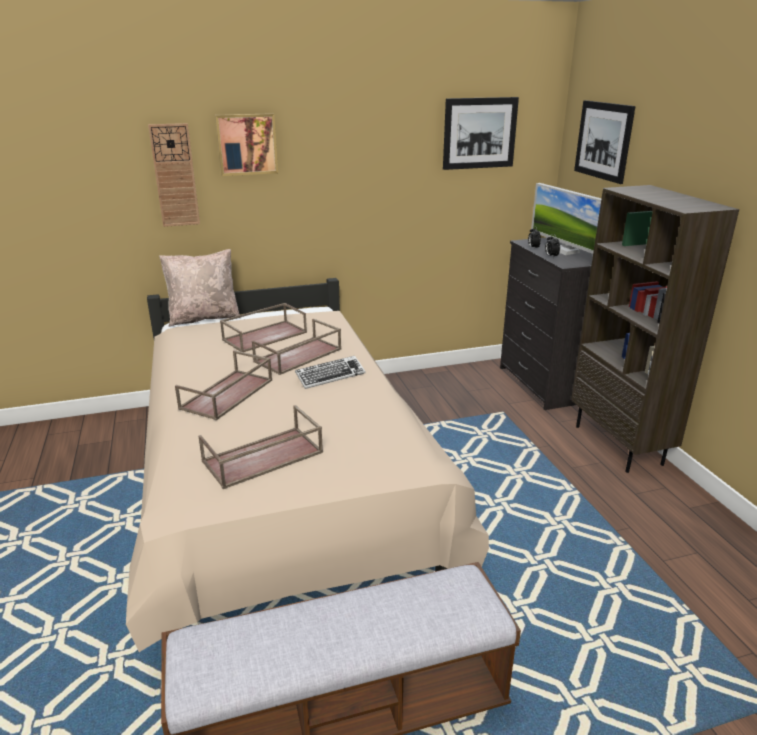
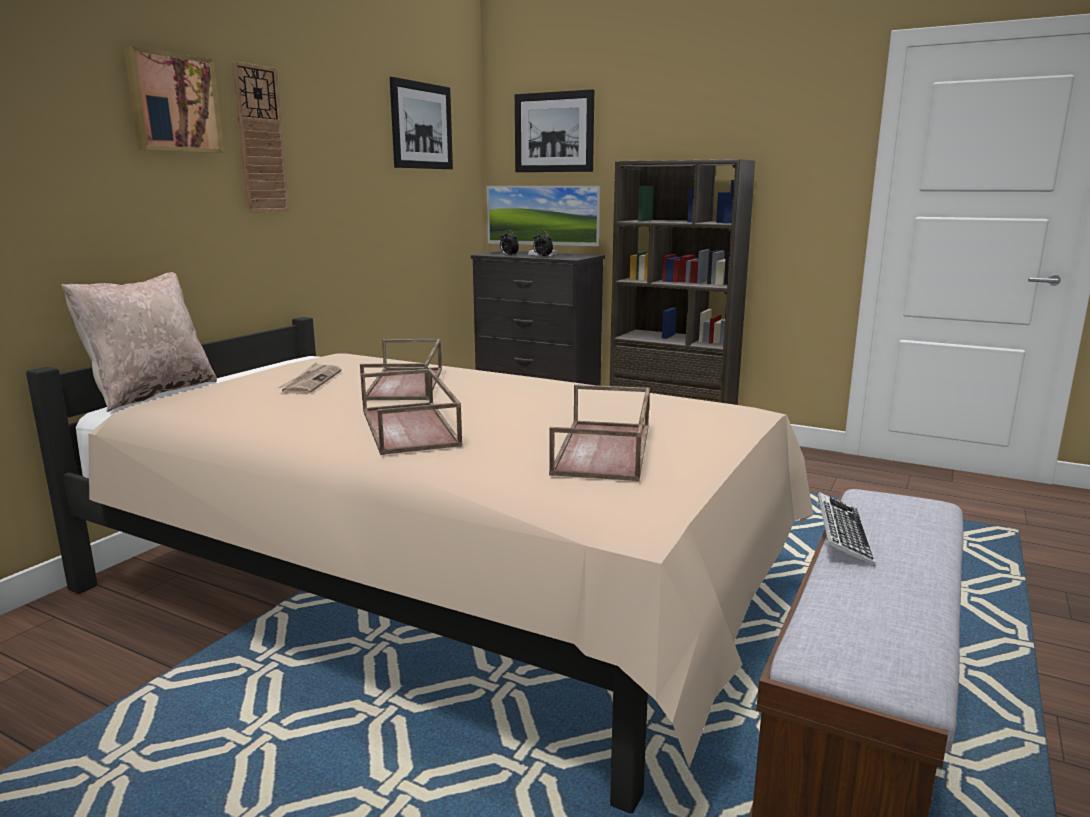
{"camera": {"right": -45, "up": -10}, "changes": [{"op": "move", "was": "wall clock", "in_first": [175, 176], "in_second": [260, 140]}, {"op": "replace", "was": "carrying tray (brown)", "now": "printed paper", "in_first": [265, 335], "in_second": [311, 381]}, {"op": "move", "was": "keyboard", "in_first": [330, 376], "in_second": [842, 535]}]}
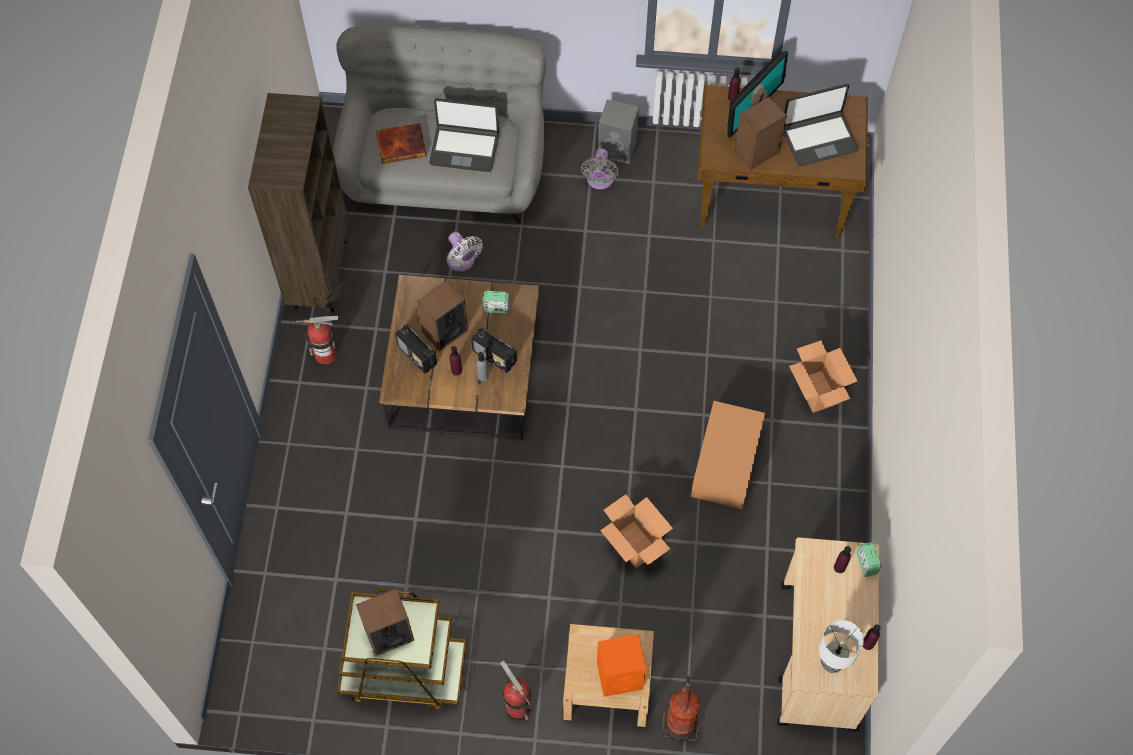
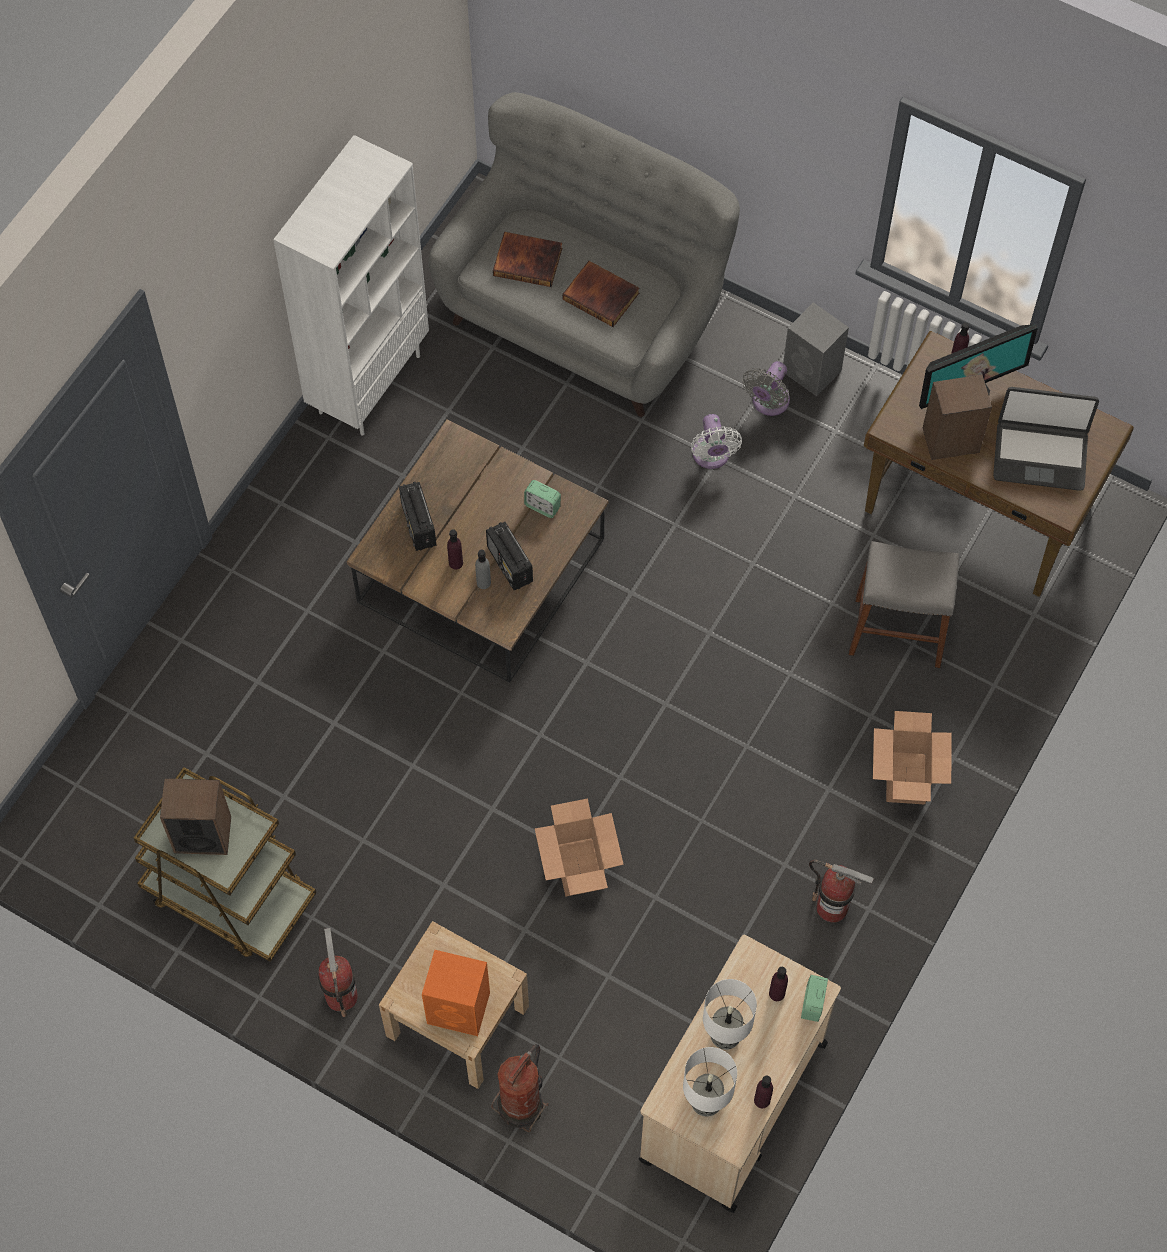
{"camera": {"right": 25, "up": 0}, "changes": [{"op": "recolor", "was": "bookshelf (brown)", "now": "bookshelf (whitish)", "in_first": [319, 274], "in_second": [368, 382]}, {"op": "move", "was": "fire-fighting cylinder", "in_first": [325, 354], "in_second": [832, 907]}, {"op": "delete", "was": "loudspeaker", "in_first": [444, 331]}, {"op": "replace", "was": "laptop", "now": "book", "in_first": [464, 148], "in_second": [602, 295]}, {"op": "move", "was": "fan (whitish)", "in_first": [462, 262], "in_second": [711, 456]}, {"op": "delete", "was": "packing box", "in_first": [726, 463]}, {"op": "insert", "now": "tabletop lamp", "in_second": [726, 1035]}, {"op": "insert", "now": "stool (greyish)", "in_second": [897, 632]}]}
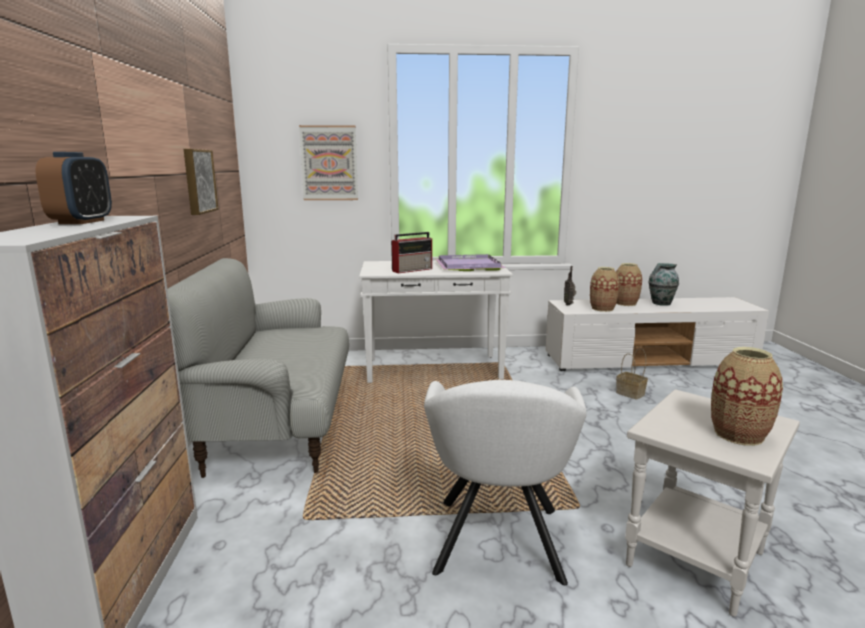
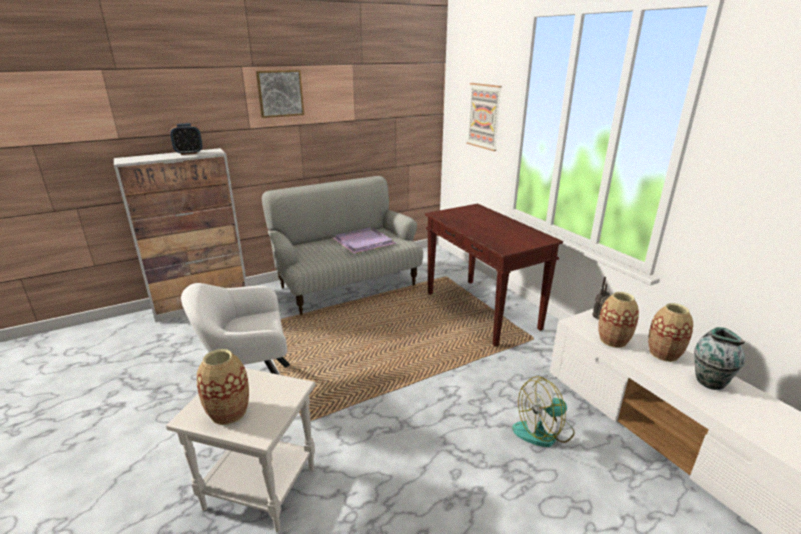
{"camera": {"right": 65, "up": 10}, "changes": [{"op": "move", "was": "picture", "in_first": [198, 181], "in_second": [280, 93]}, {"op": "recolor", "was": "narrow table (whitish)", "now": "narrow table (brown)", "in_first": [434, 369], "in_second": [482, 311]}, {"op": "delete", "was": "radio", "in_first": [413, 270]}, {"op": "move", "was": "carrying tray (purple-coloured)", "in_first": [467, 266], "in_second": [364, 242]}, {"op": "replace", "was": "household basket", "now": "fan", "in_first": [631, 394], "in_second": [543, 431]}]}
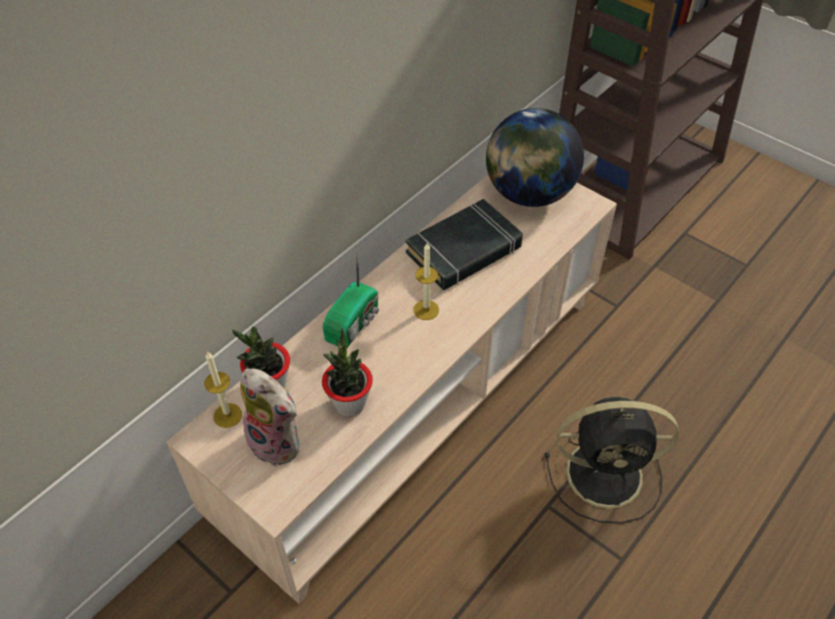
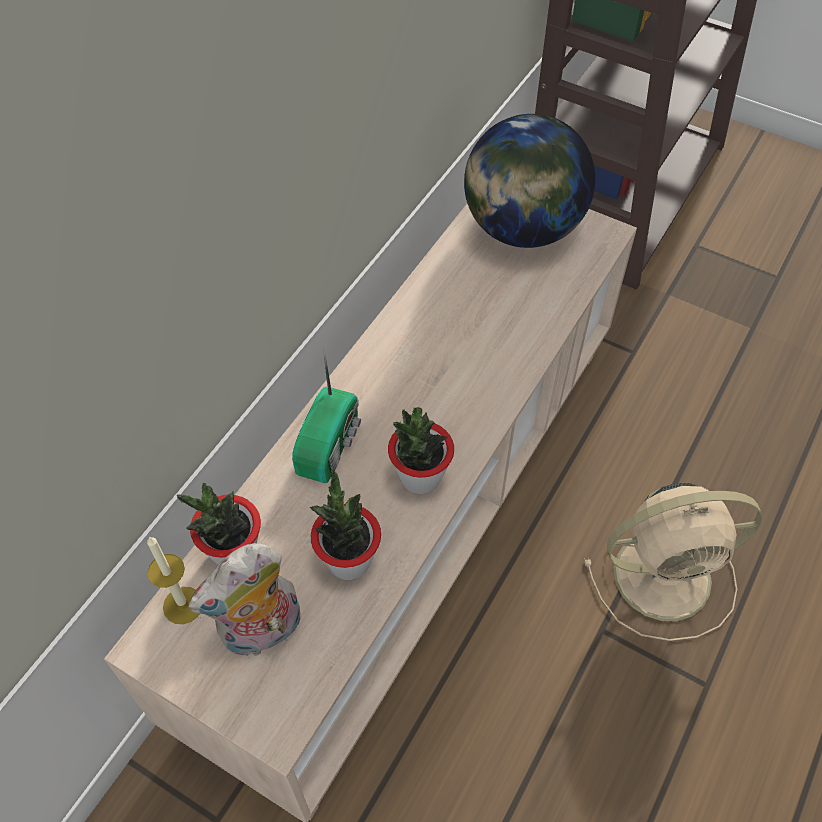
{"camera": {"right": -10, "up": 5}, "changes": [{"op": "rotate", "was": "plush toy", "in_first": [278, 441], "in_second": [262, 632], "clockwise": 120}, {"op": "delete", "was": "book (black-coloured)", "in_first": [464, 250]}, {"op": "delete", "was": "candle", "in_first": [426, 310]}, {"op": "recolor", "was": "fan (black-coloured)", "now": "fan (beige-coloured)", "in_first": [607, 474], "in_second": [666, 575]}, {"op": "insert", "now": "houseplant", "in_second": [420, 477]}]}
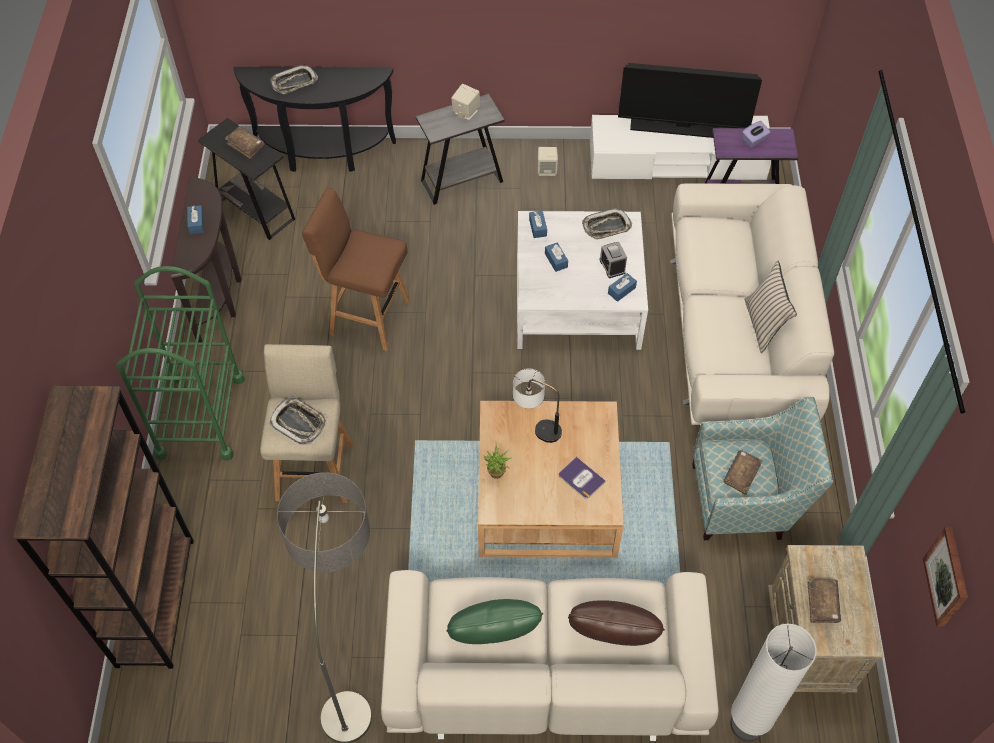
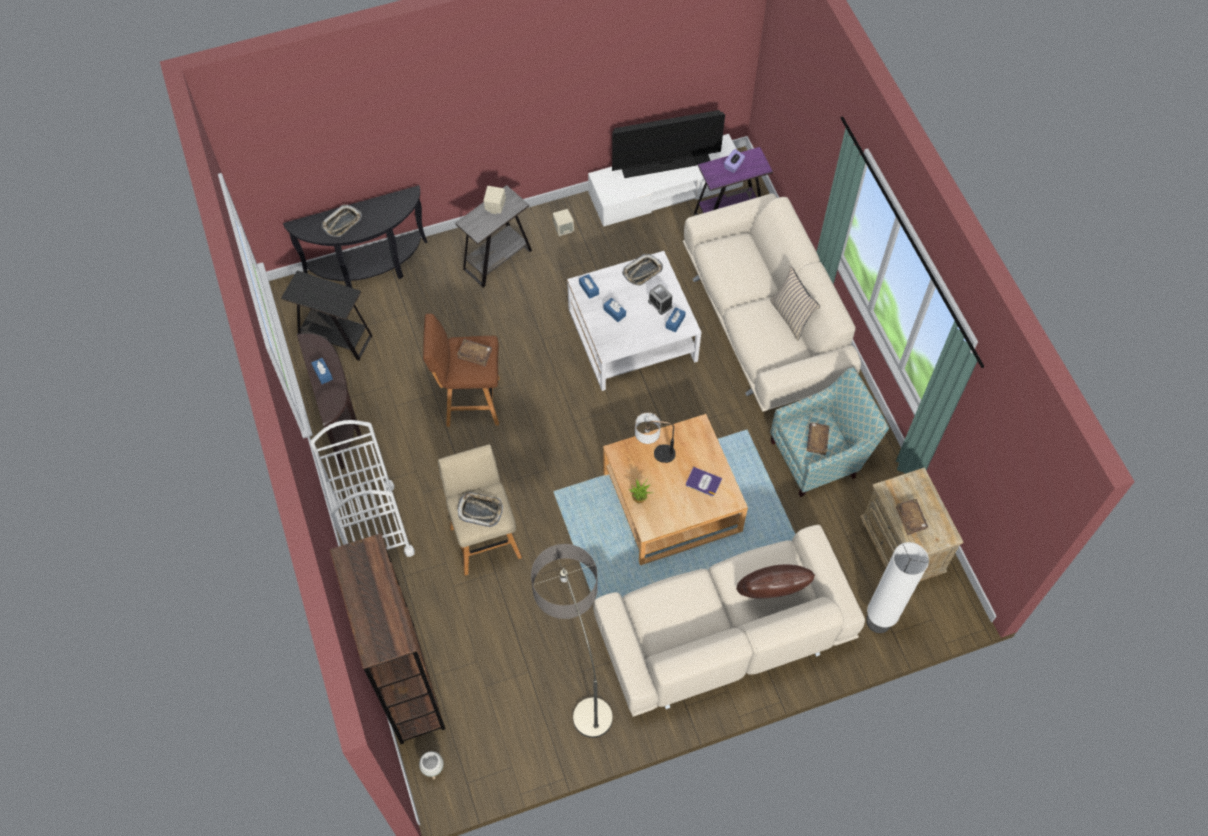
{"camera": {"right": -20, "up": 5}, "changes": [{"op": "recolor", "was": "wheeled cart (green-coloured)", "now": "wheeled cart (whitish)", "in_first": [200, 416], "in_second": [372, 528]}, {"op": "move", "was": "book (brown)", "in_first": [245, 145], "in_second": [475, 354]}, {"op": "delete", "was": "pillow (green-coloured)", "in_first": [493, 638]}, {"op": "delete", "was": "picture", "in_first": [948, 577]}, {"op": "insert", "now": "planter (whitish)", "in_second": [433, 770]}]}
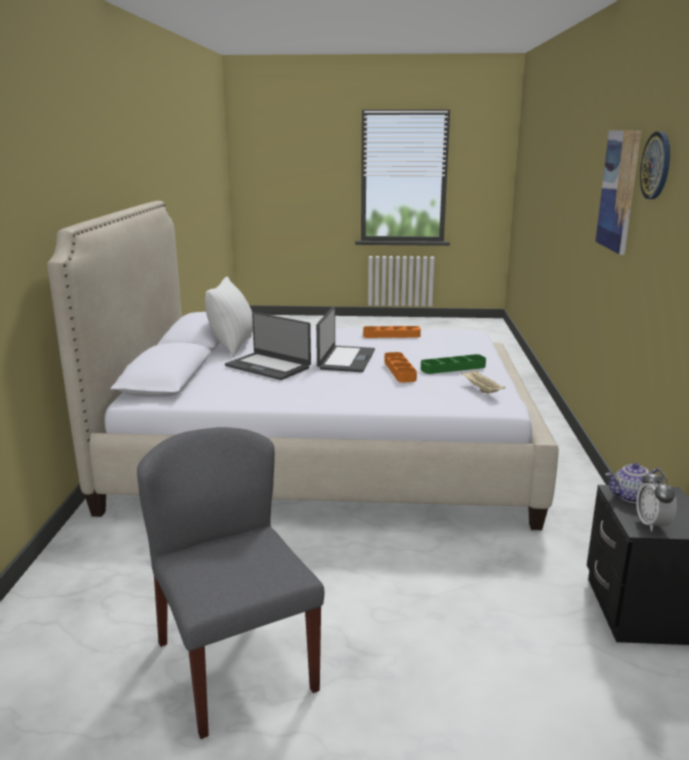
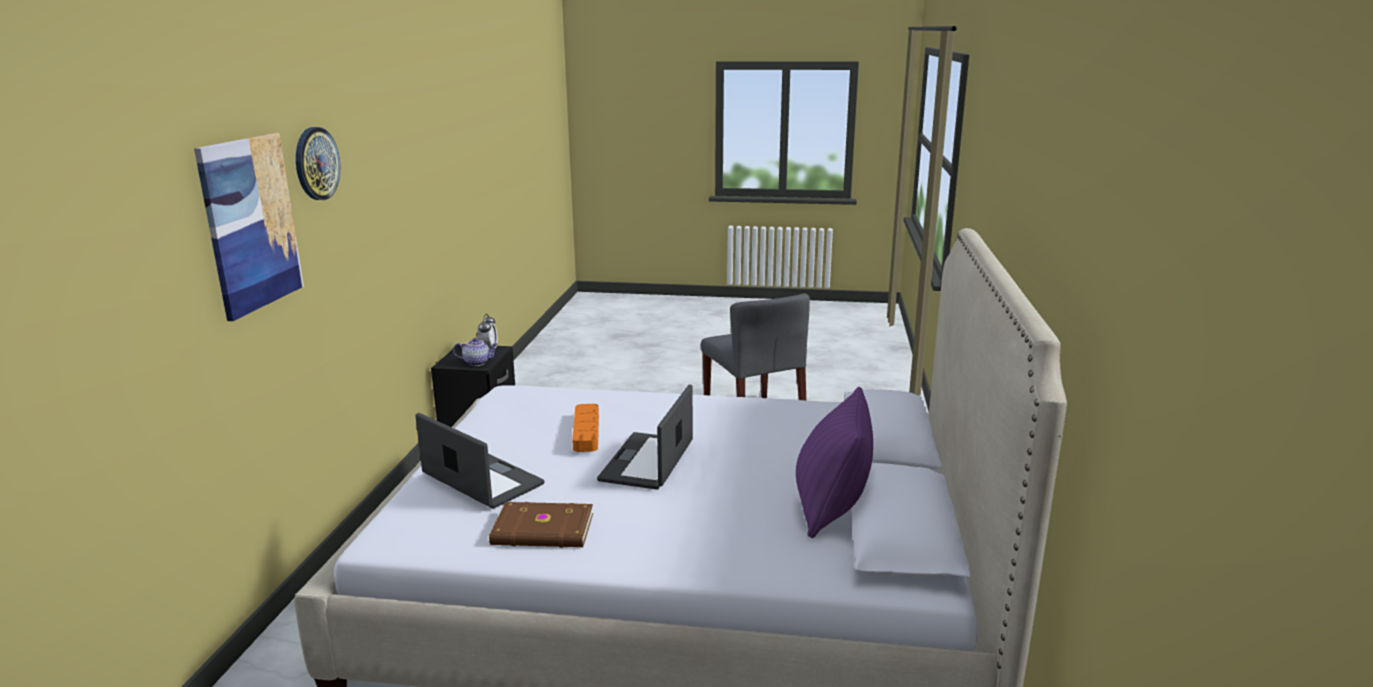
{"camera": {"right": -175, "up": 0}, "changes": [{"op": "recolor", "was": "pillow (whitish)", "now": "pillow (purple-coloured)", "in_first": [233, 346], "in_second": [831, 508]}, {"op": "move", "was": "laptop", "in_first": [268, 366], "in_second": [481, 480]}, {"op": "replace", "was": "carrying tray (orange)", "now": "book (brown)", "in_first": [391, 335], "in_second": [543, 531]}, {"op": "delete", "was": "carrying tray (green-coloured)", "in_first": [453, 368]}, {"op": "delete", "was": "carrying tray (beige-coloured)", "in_first": [481, 389]}]}
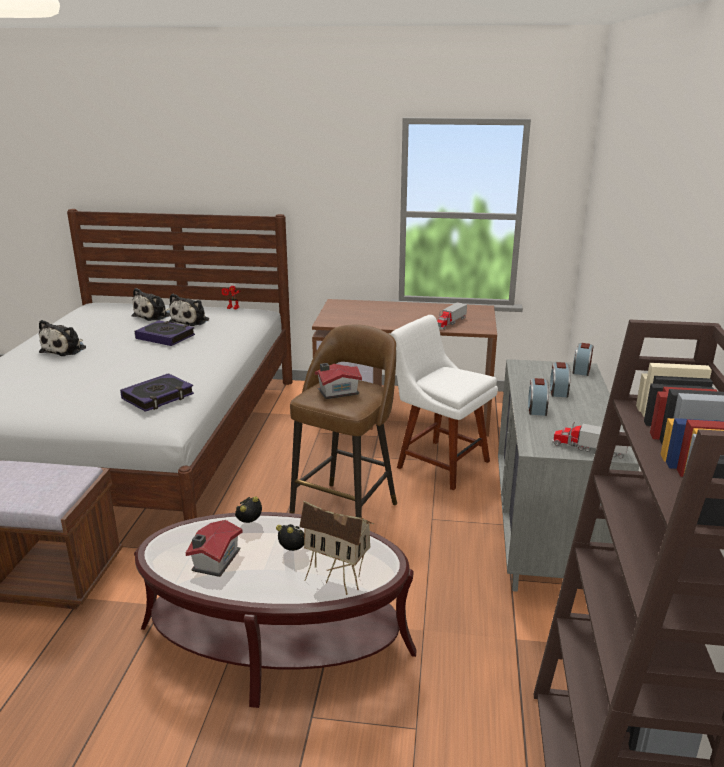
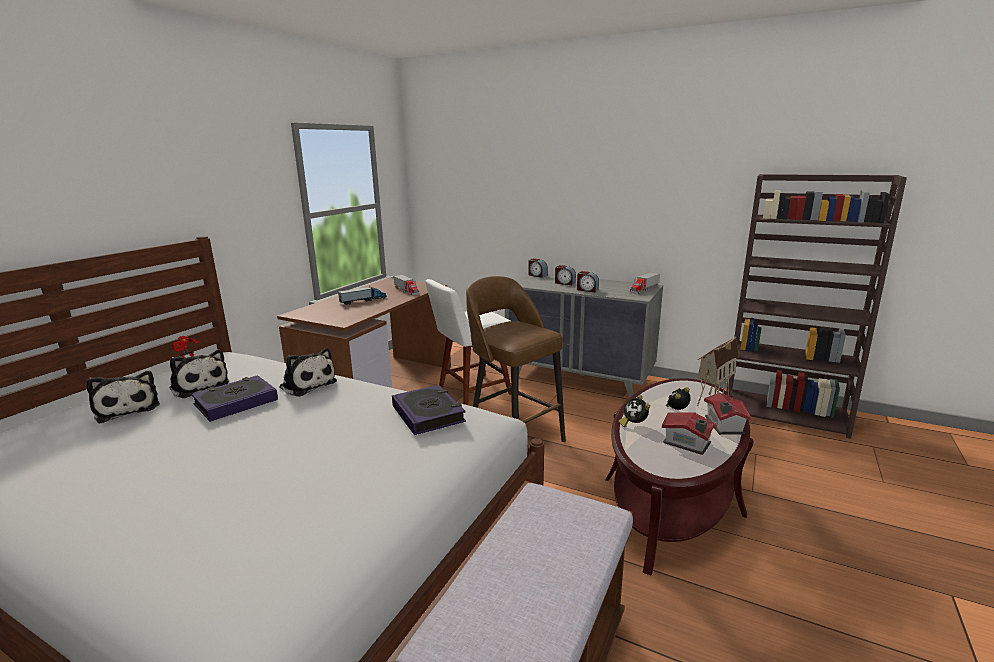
{"camera": {"right": -70, "up": -5}, "changes": [{"op": "move", "was": "plush toy", "in_first": [65, 349], "in_second": [307, 384]}, {"op": "move", "was": "model house", "in_first": [336, 391], "in_second": [723, 425]}, {"op": "insert", "now": "toy lorry", "in_second": [363, 300]}]}
